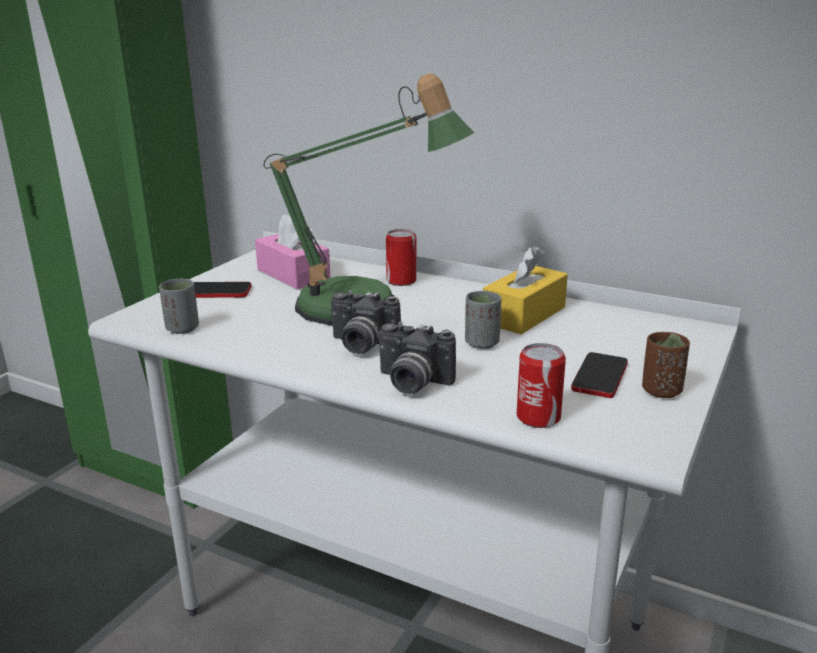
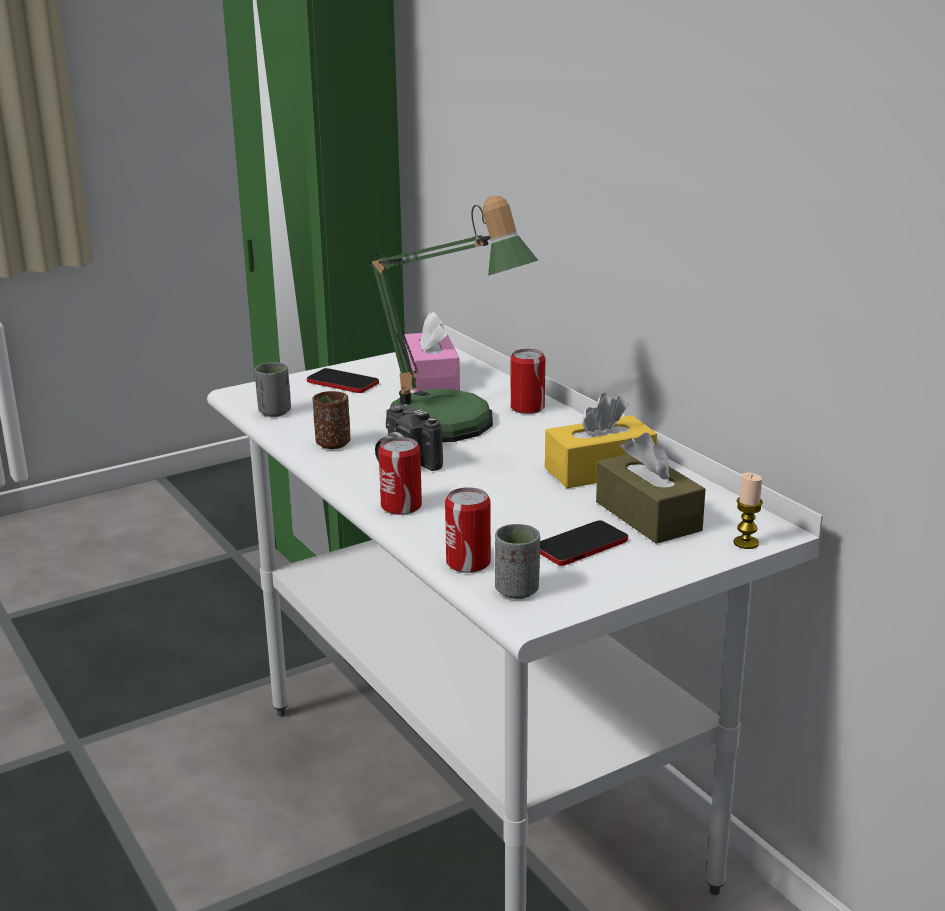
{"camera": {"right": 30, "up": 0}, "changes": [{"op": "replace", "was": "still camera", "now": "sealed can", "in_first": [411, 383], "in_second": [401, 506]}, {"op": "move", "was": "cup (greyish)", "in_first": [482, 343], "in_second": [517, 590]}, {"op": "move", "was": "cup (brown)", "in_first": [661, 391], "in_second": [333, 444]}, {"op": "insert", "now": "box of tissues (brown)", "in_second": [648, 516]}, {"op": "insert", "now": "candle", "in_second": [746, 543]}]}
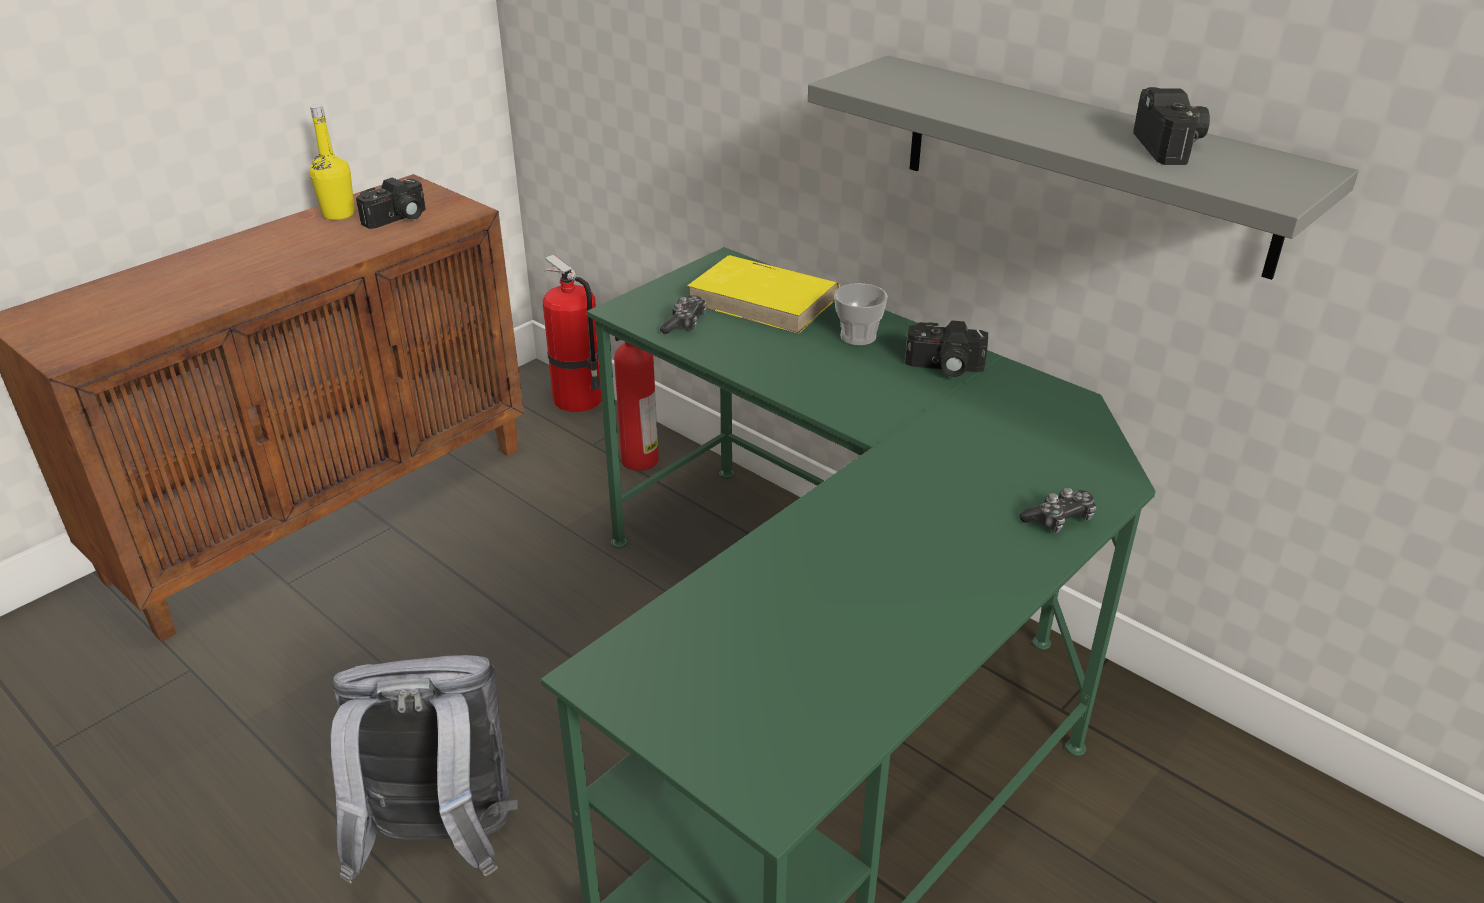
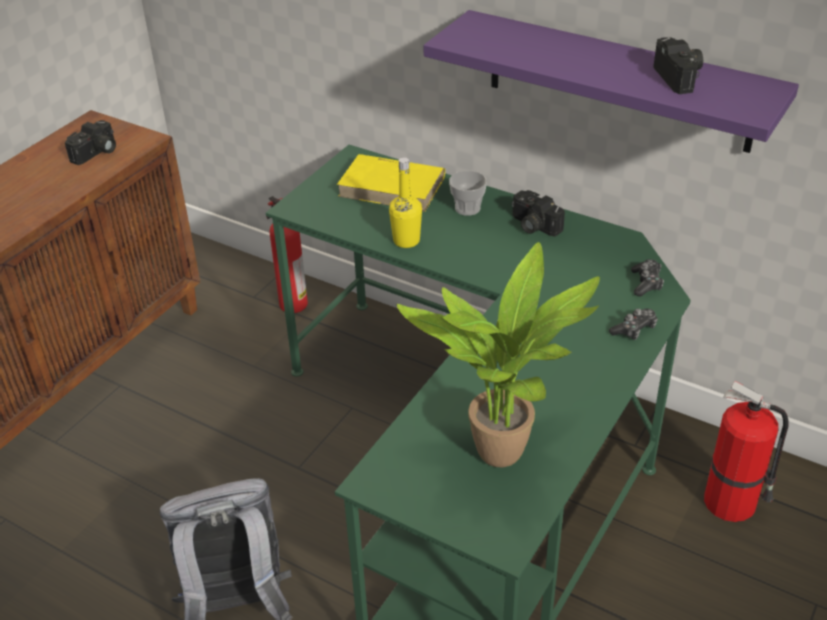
{"camera": {"right": -10, "up": 5}, "changes": [{"op": "move", "was": "drink bottle (yellow)", "in_first": [339, 214], "in_second": [406, 241]}, {"op": "move", "was": "fire-fighting cylinder", "in_first": [580, 399], "in_second": [732, 502]}, {"op": "move", "was": "gamepad", "in_first": [685, 323], "in_second": [646, 283]}, {"op": "recolor", "was": "wall shelf (greyish)", "now": "wall shelf (purple-coloured)", "in_first": [1084, 163], "in_second": [618, 81]}, {"op": "rotate", "was": "still camera", "in_first": [944, 368], "in_second": [533, 225], "clockwise": 45}, {"op": "insert", "now": "houseplant", "in_second": [504, 459]}]}
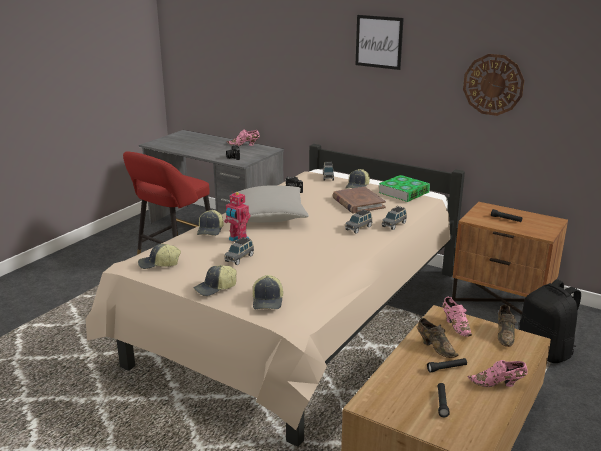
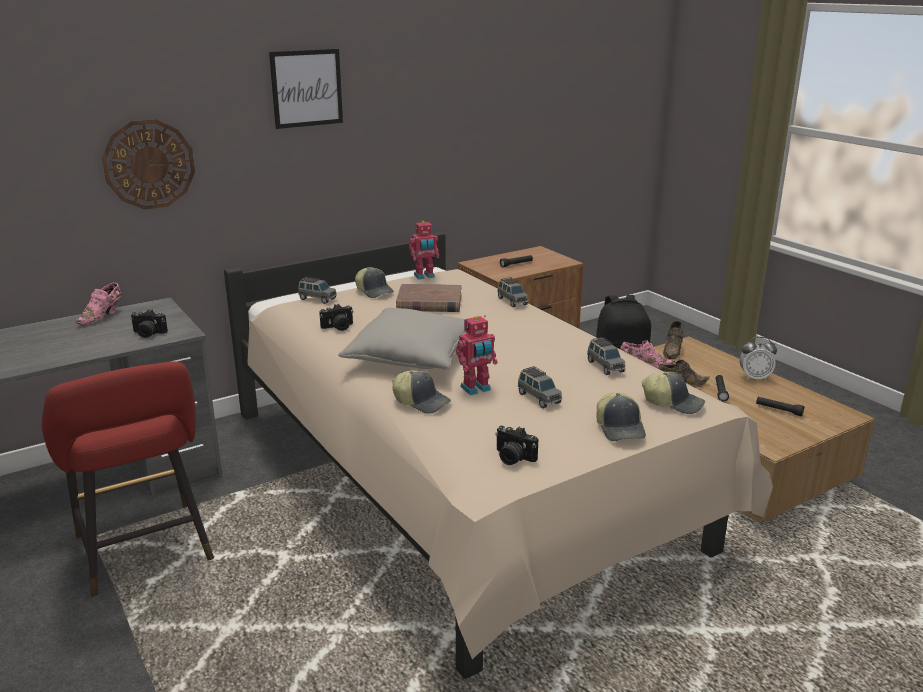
{"camera": {"right": -65, "up": 0}, "changes": [{"op": "replace", "was": "cap", "now": "still camera", "in_first": [159, 264], "in_second": [512, 458]}, {"op": "move", "was": "model car (greyish)", "in_first": [358, 228], "in_second": [605, 366]}, {"op": "replace", "was": "book", "now": "robot figure", "in_first": [403, 192], "in_second": [424, 276]}, {"op": "move", "was": "wall clock", "in_first": [493, 84], "in_second": [149, 164]}, {"op": "replace", "was": "item of footwear (pinkish)", "now": "table clock", "in_first": [498, 384], "in_second": [754, 378]}, {"op": "rotate", "was": "item of footwear (brown)", "in_first": [504, 335], "in_second": [673, 351], "clockwise": 75}]}
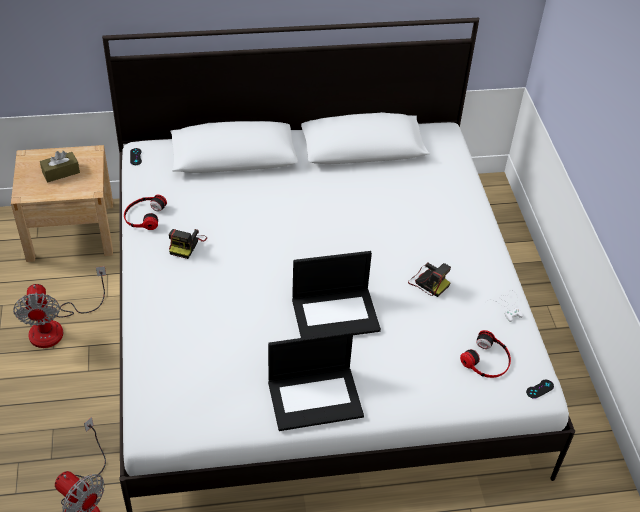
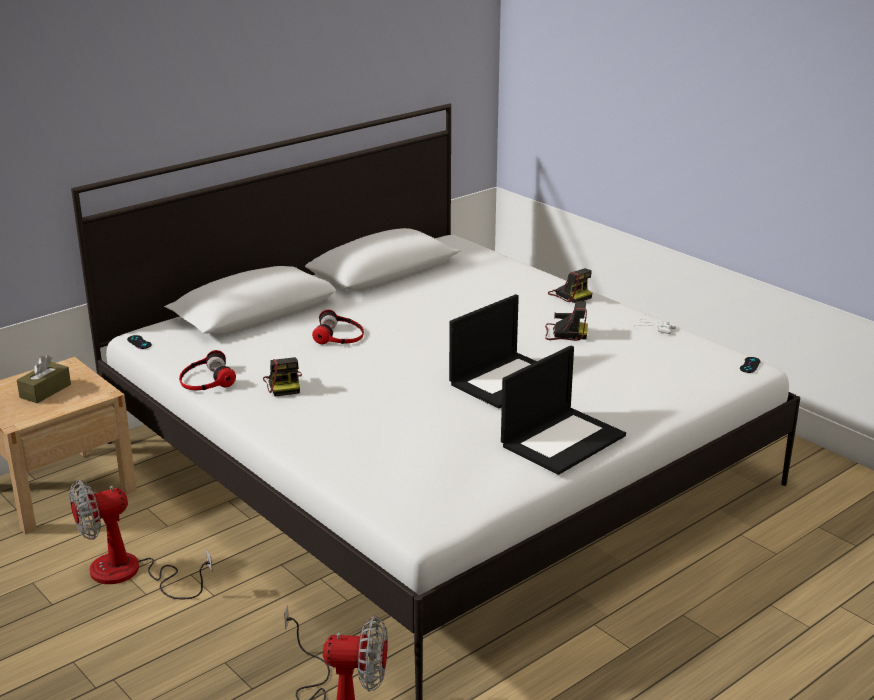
{"camera": {"right": -30, "up": -20}, "changes": [{"op": "rotate", "was": "fan", "in_first": [57, 327], "in_second": [130, 574], "clockwise": 105}, {"op": "move", "was": "headset", "in_first": [487, 360], "in_second": [339, 335]}, {"op": "insert", "now": "still camera", "in_second": [570, 295]}]}
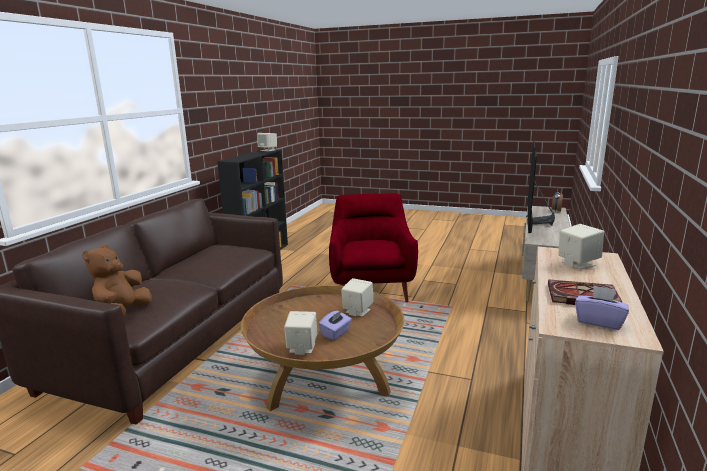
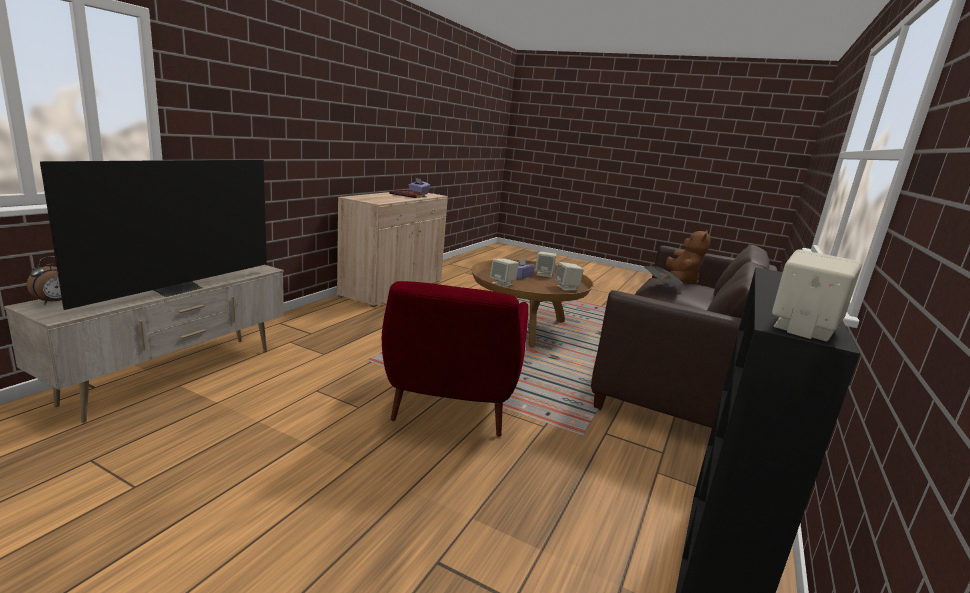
{"camera": {"right": -175, "up": 0}, "changes": [{"op": "move", "was": "loudspeaker (beige-coloured)", "in_first": [577, 263], "in_second": [567, 288]}, {"op": "insert", "now": "printed paper", "in_second": [663, 287]}]}
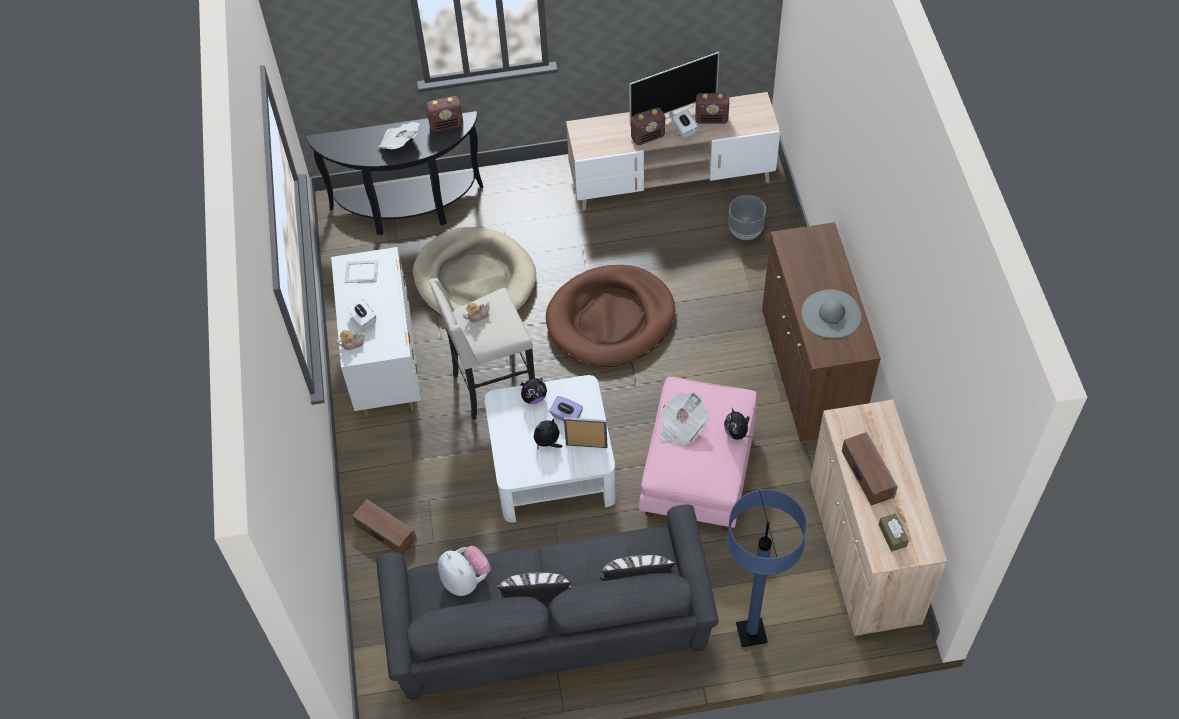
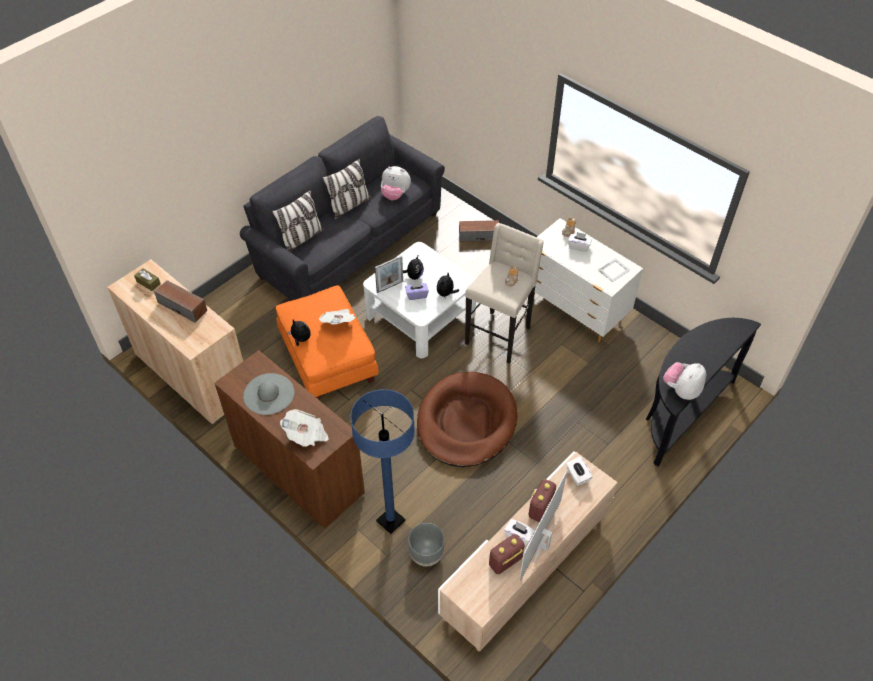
{"camera": {"right": 140, "up": -5}, "changes": [{"op": "move", "was": "printed paper", "in_first": [400, 143], "in_second": [306, 435]}, {"op": "delete", "was": "dog cushion (beige-coloured)", "in_first": [475, 280]}, {"op": "replace", "was": "radio", "now": "plush toy", "in_first": [446, 125], "in_second": [681, 390]}, {"op": "recolor", "was": "pouffe (pinkish)", "now": "pouffe (orange)", "in_first": [698, 473], "in_second": [328, 360]}, {"op": "move", "was": "floor lamp (blue)", "in_first": [751, 633], "in_second": [390, 521]}, {"op": "insert", "now": "box of tissues (whitish)", "in_second": [577, 476]}]}
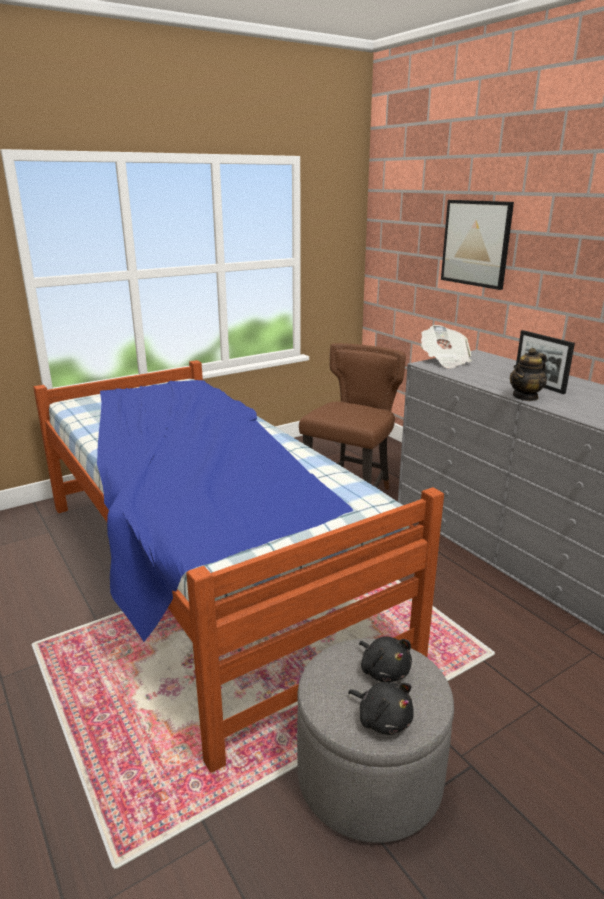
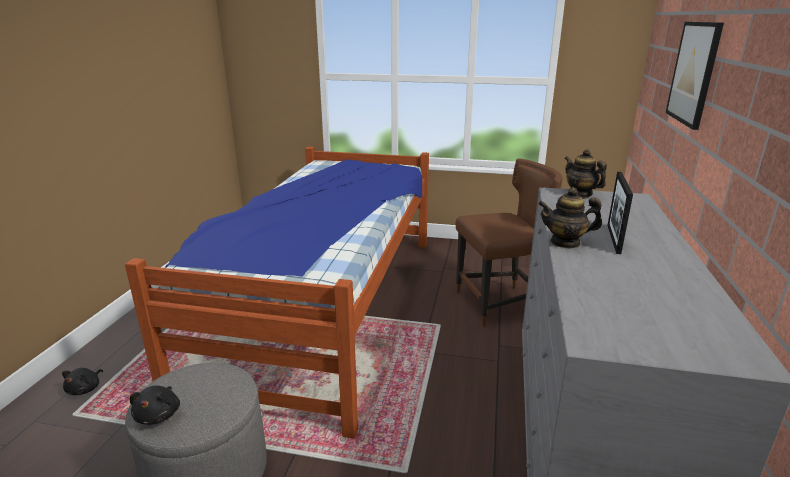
{"camera": {"right": 45, "up": 0}, "changes": [{"op": "move", "was": "plush toy (black-coloured)", "in_first": [384, 670], "in_second": [85, 389]}, {"op": "replace", "was": "printed paper", "now": "pot for tea", "in_first": [444, 361], "in_second": [580, 194]}]}
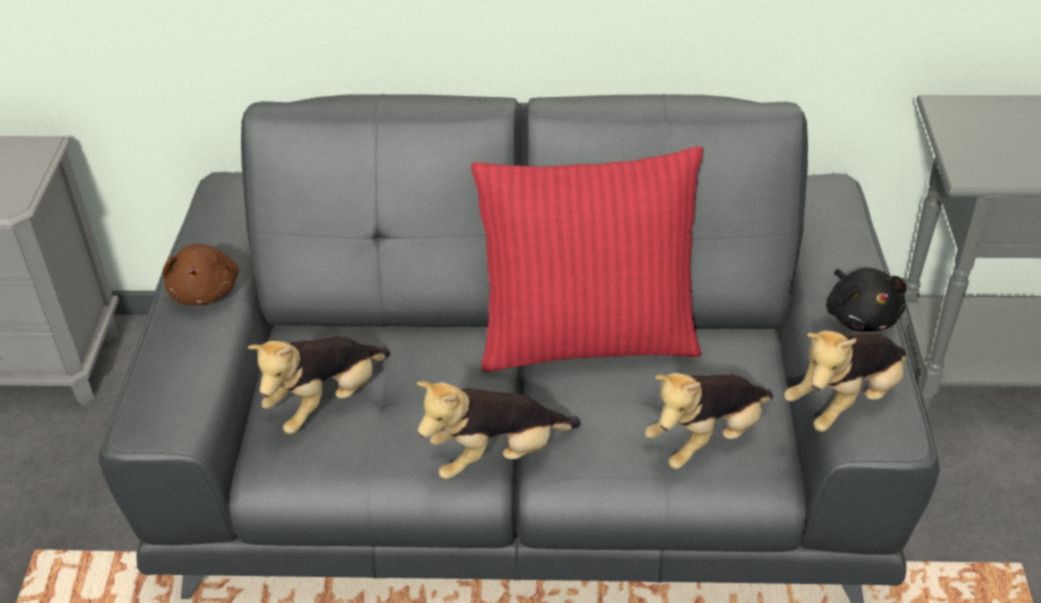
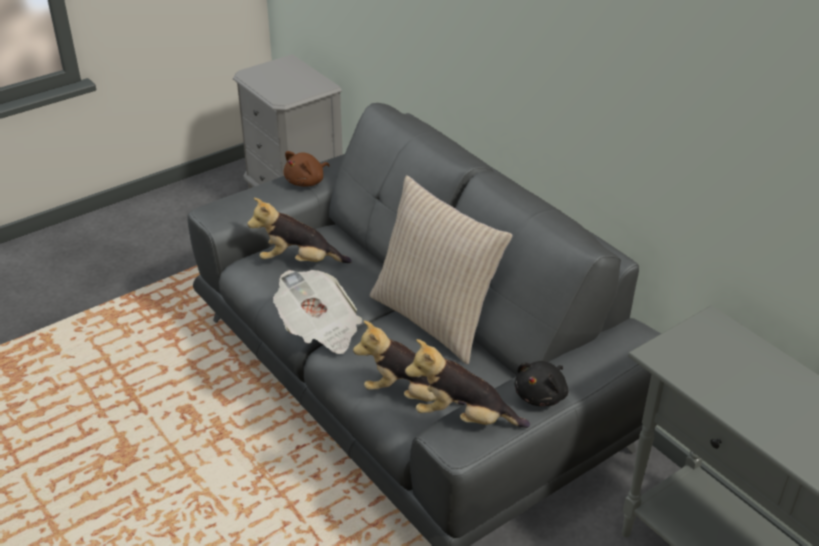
{"camera": {"right": 50, "up": -5}, "changes": [{"op": "replace", "was": "plush toy", "now": "printed paper", "in_first": [497, 456], "in_second": [319, 329]}, {"op": "recolor", "was": "pillow (red-coloured)", "now": "pillow (beige-coloured)", "in_first": [587, 338], "in_second": [434, 319]}]}
